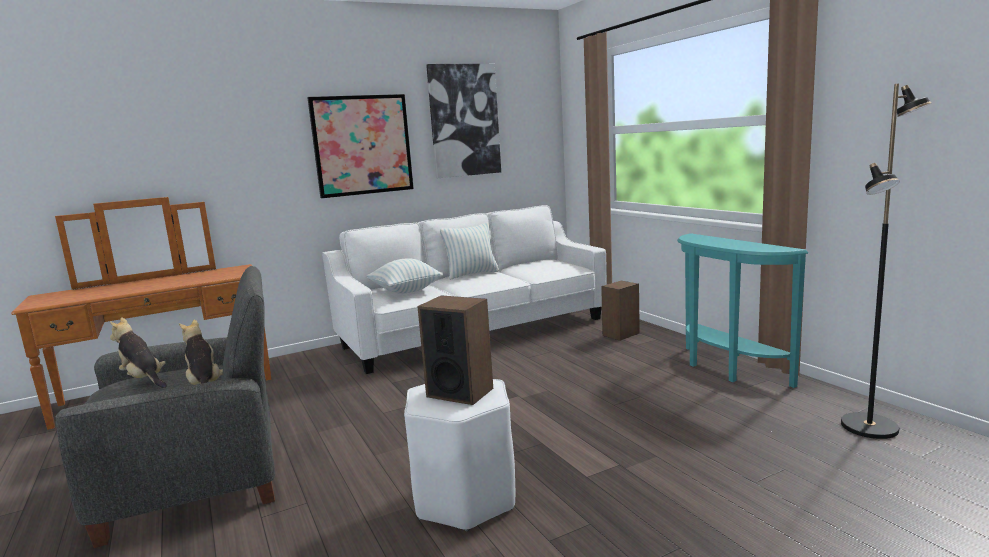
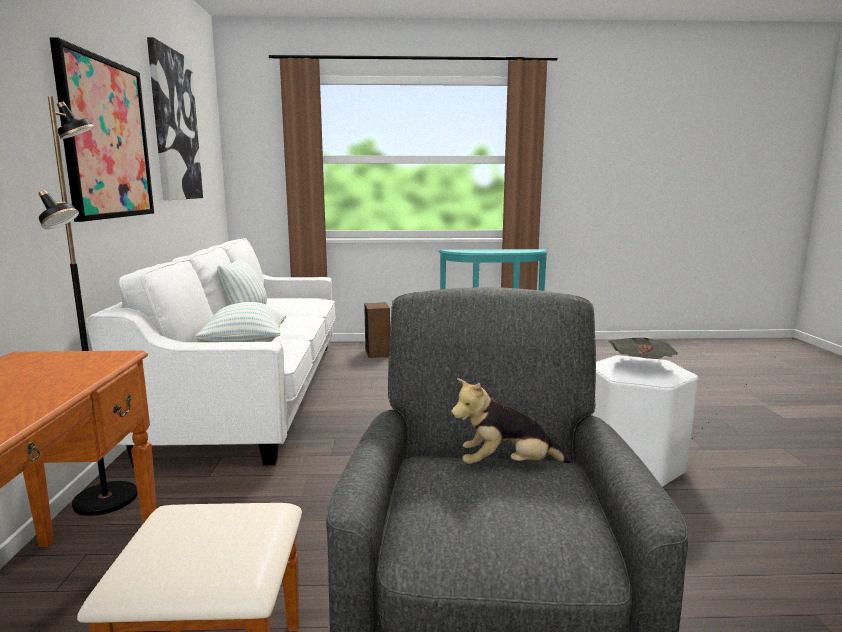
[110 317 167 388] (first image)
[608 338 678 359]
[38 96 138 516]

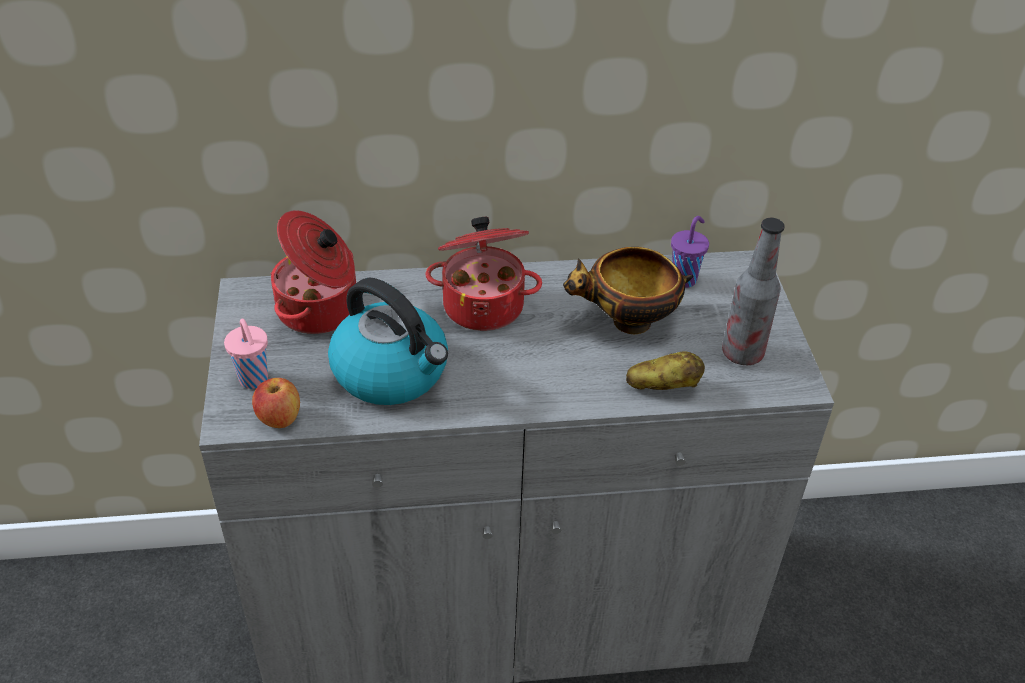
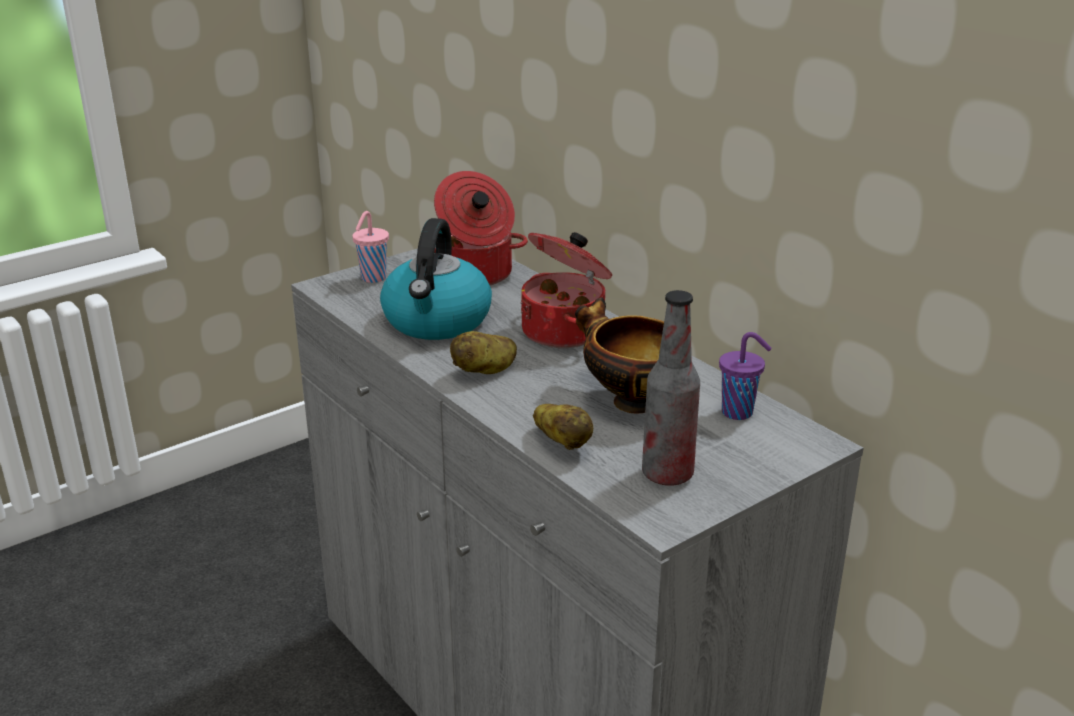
[252 378 300 428] (first image)
[450 331 517 374]

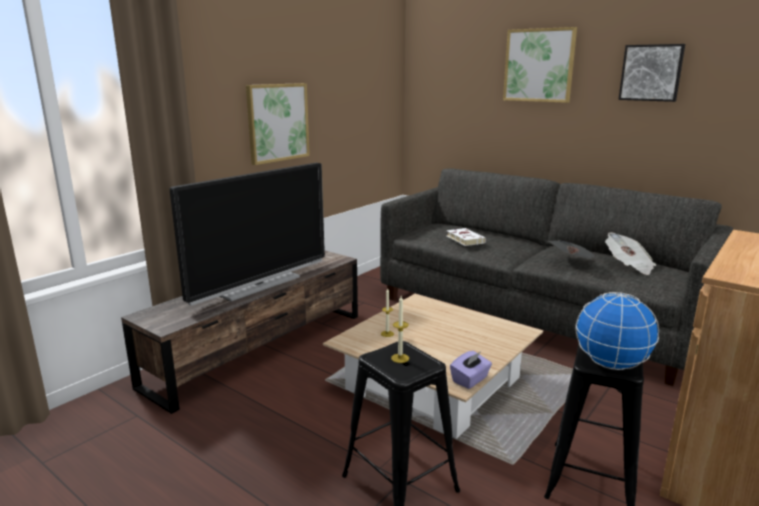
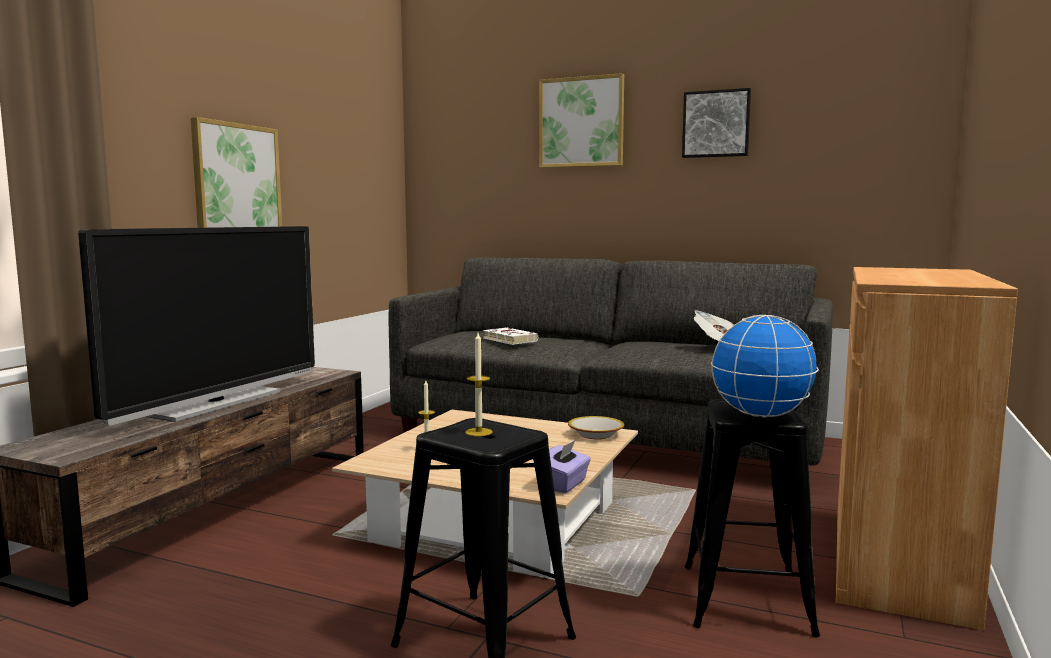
[547 241 596 259] (first image)
[568 416 624 439]

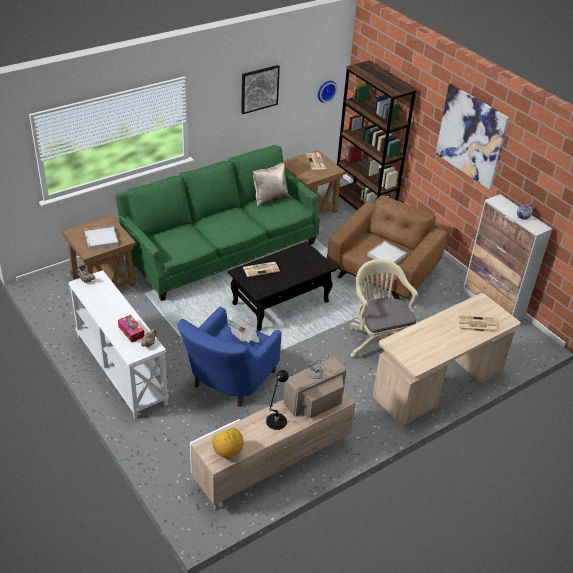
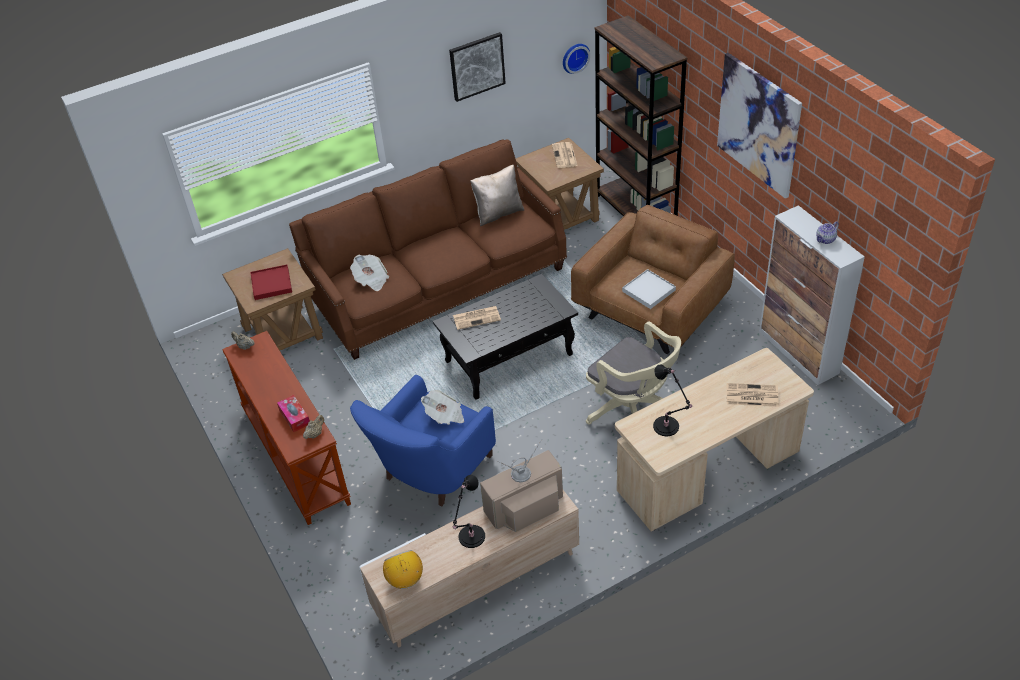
[222 331 351 525]
[250 265 292 300]
[289 139 567 360]
[586 321 681 425]
[350 255 389 291]
[653 365 693 436]

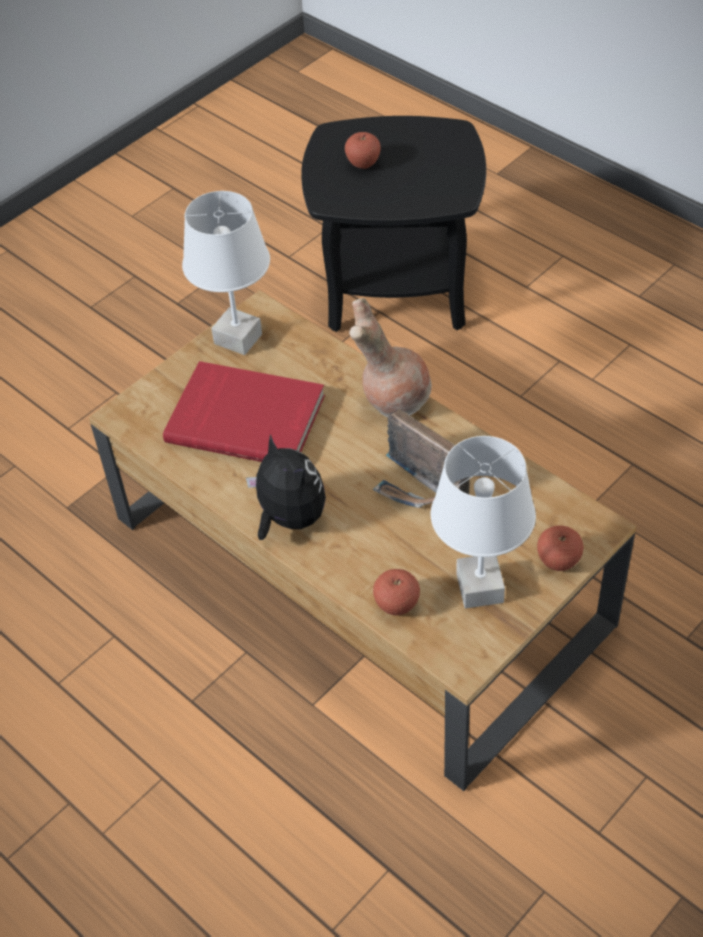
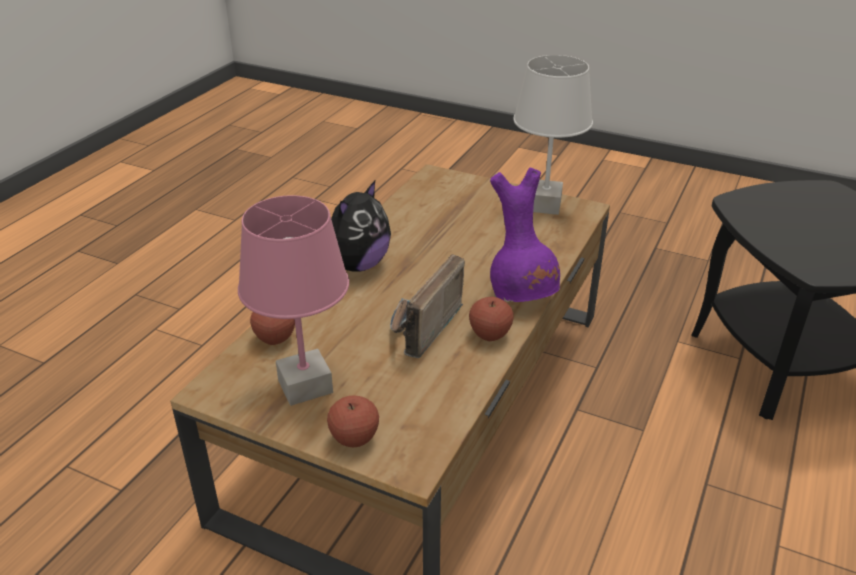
[163 361 325 462] (first image)
[469 297 514 341]
[490 168 560 302]
[238 195 349 406]

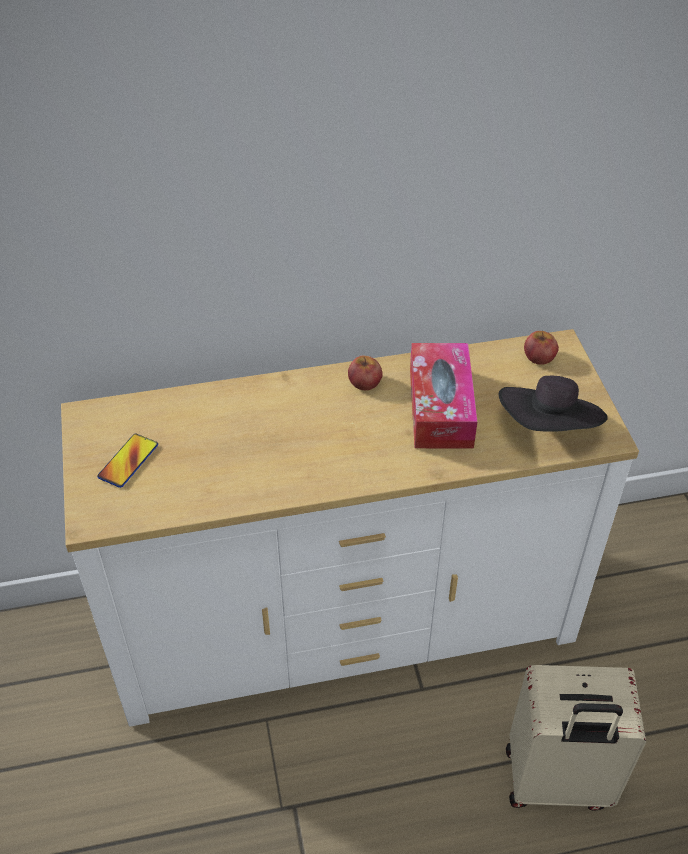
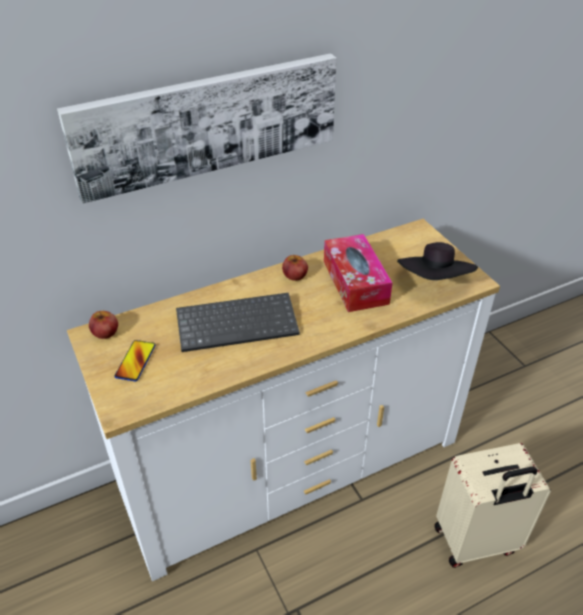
[89 311 118 339]
[57 54 336 204]
[176 293 300 352]

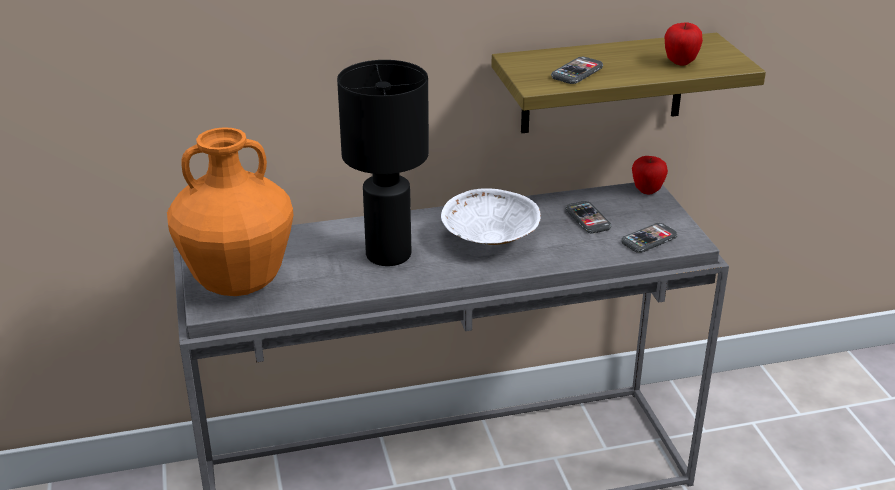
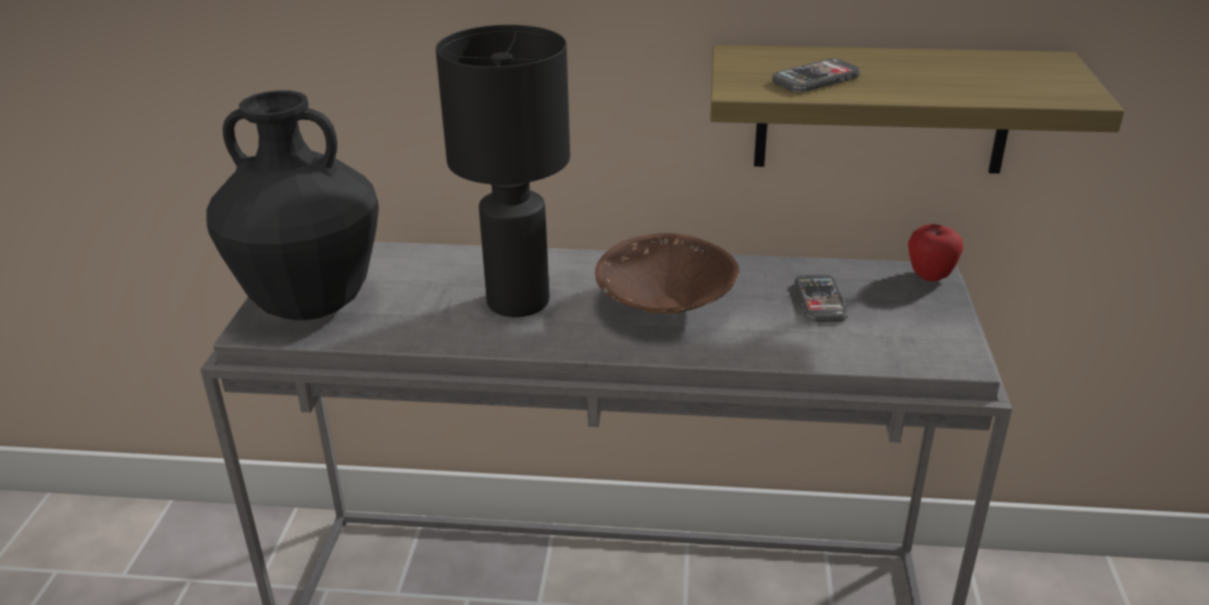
[206 90 379 320]
[595 233 739 314]
[621 223 677 253] (first image)
[665 22 703 66] (first image)

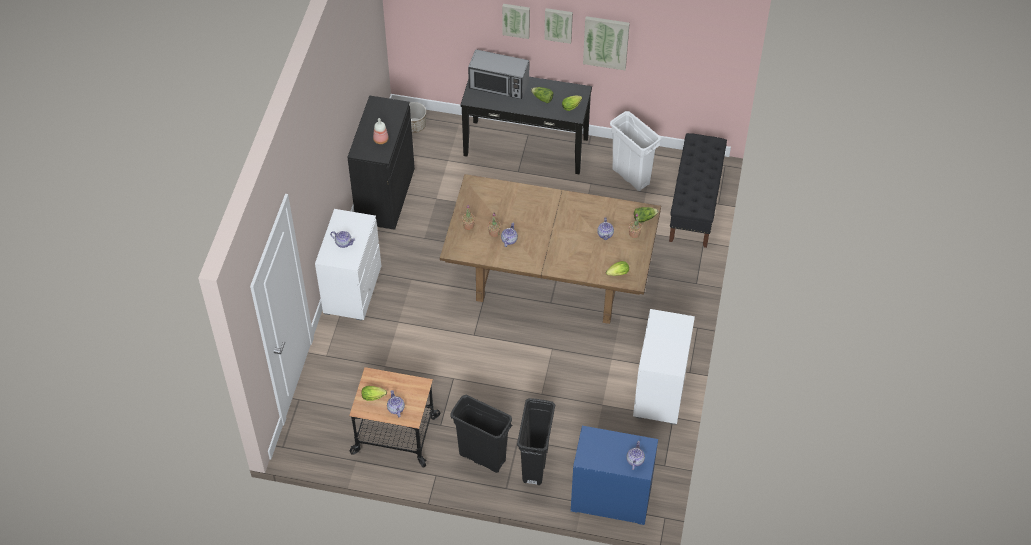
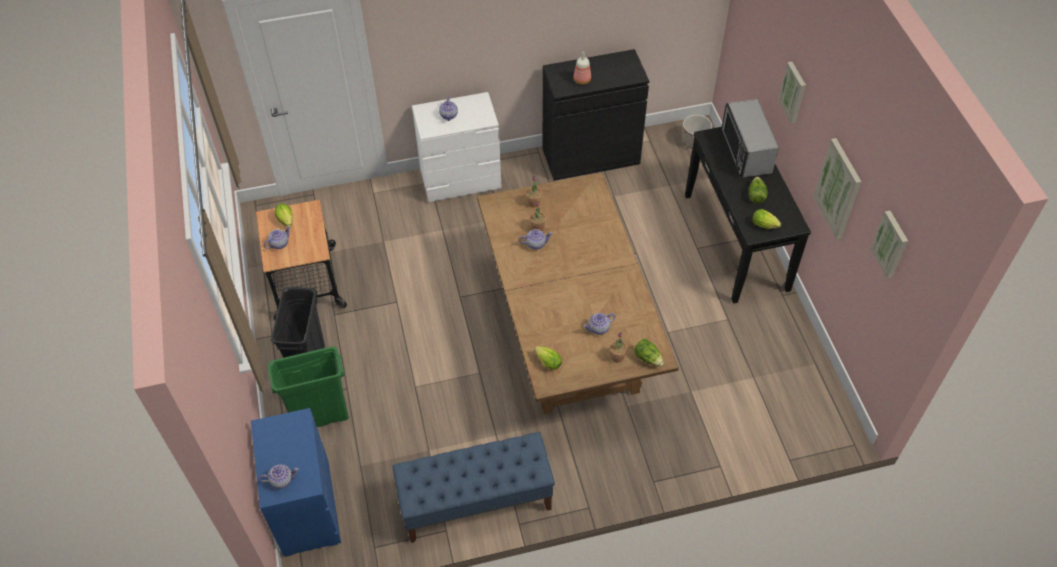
[268 346 349 427]
[870 211 908 278]
[610 111 661 191] (first image)
[392 432 555 543]
[669 133 727 248] (first image)

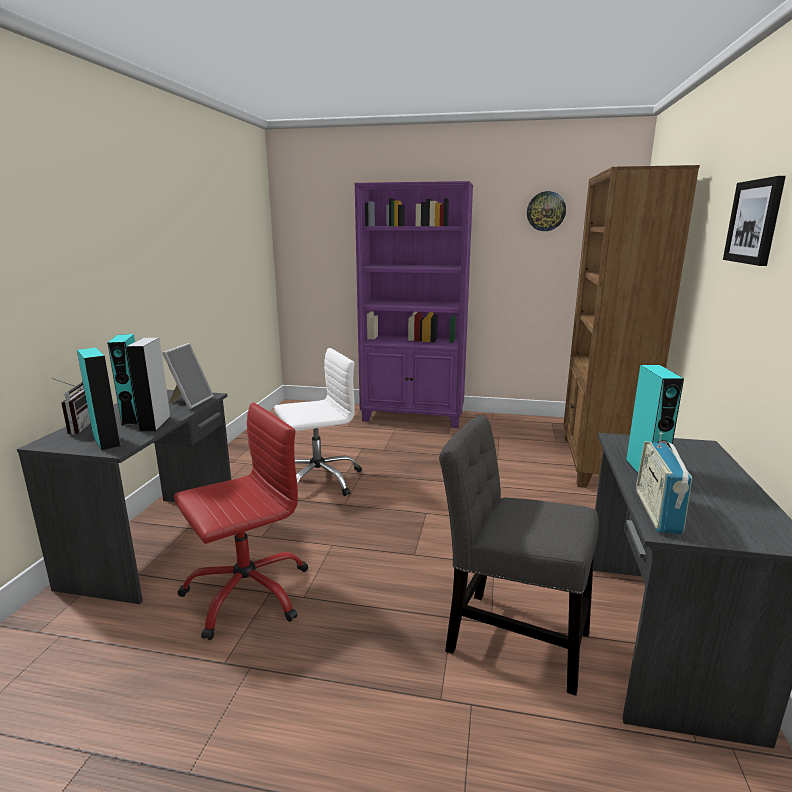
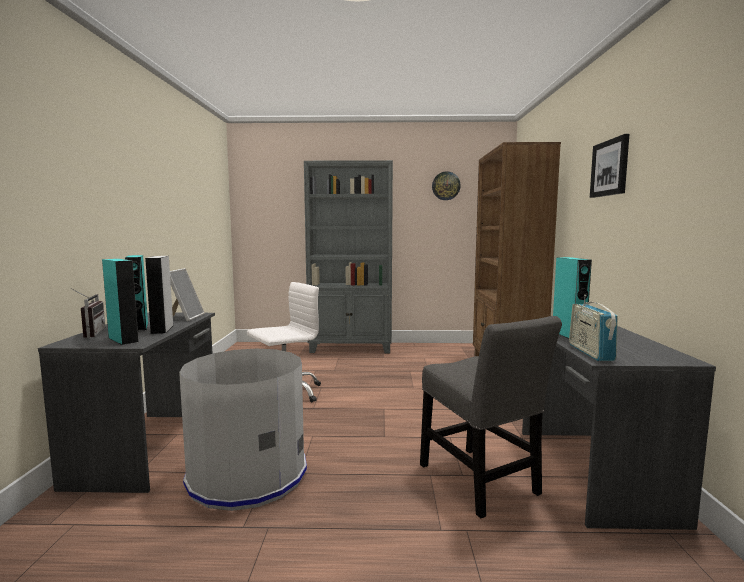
[179 349 307 511]
[304 160 393 354]
[420 316 562 519]

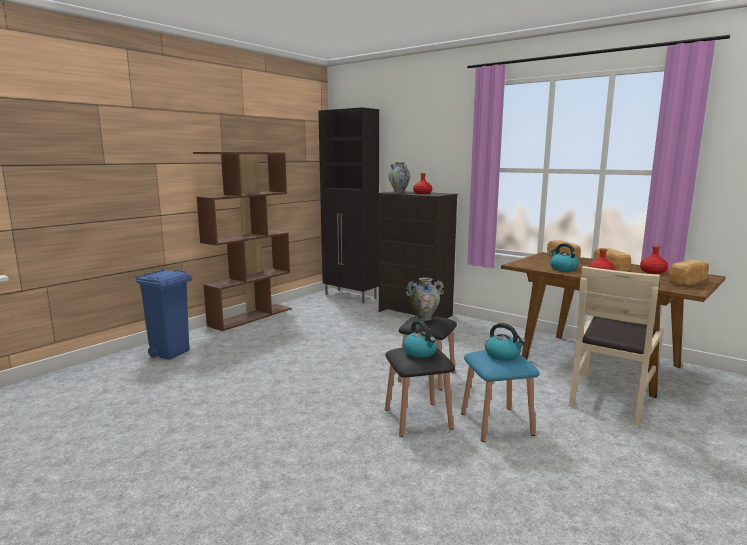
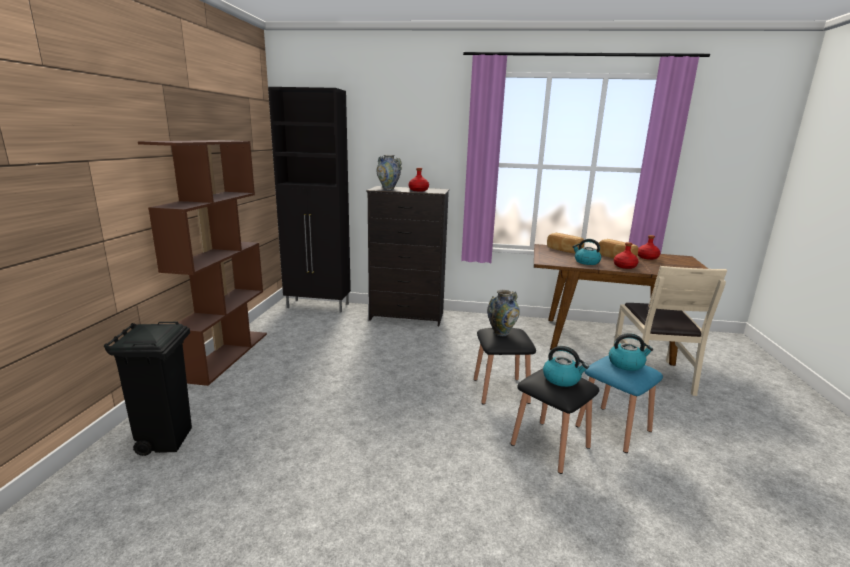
[104 322 192 456]
[668 260 709 285] (first image)

